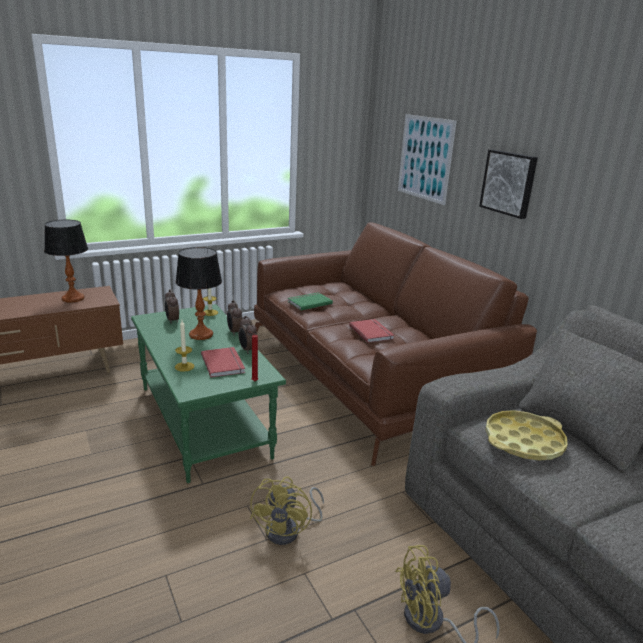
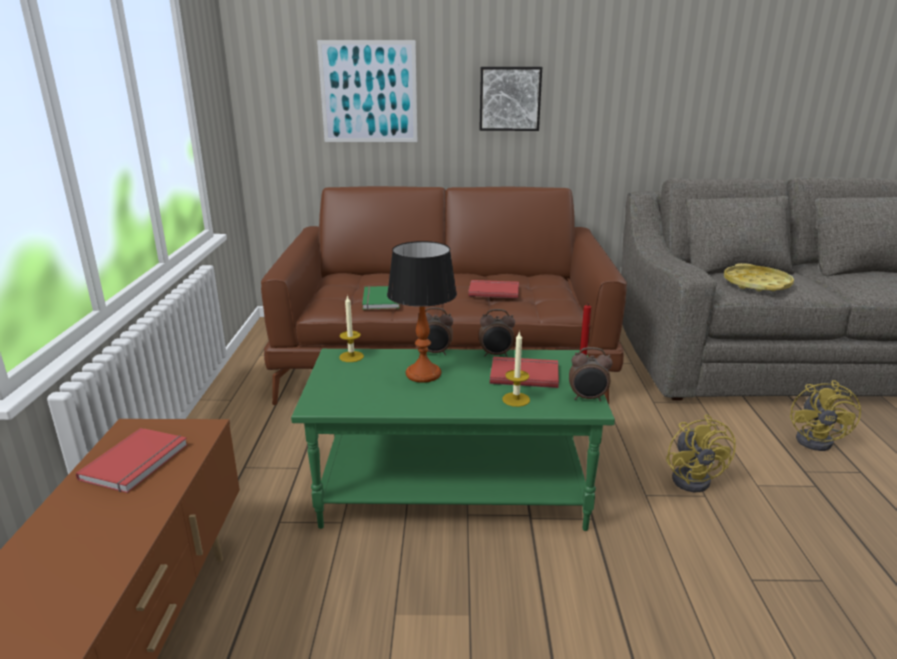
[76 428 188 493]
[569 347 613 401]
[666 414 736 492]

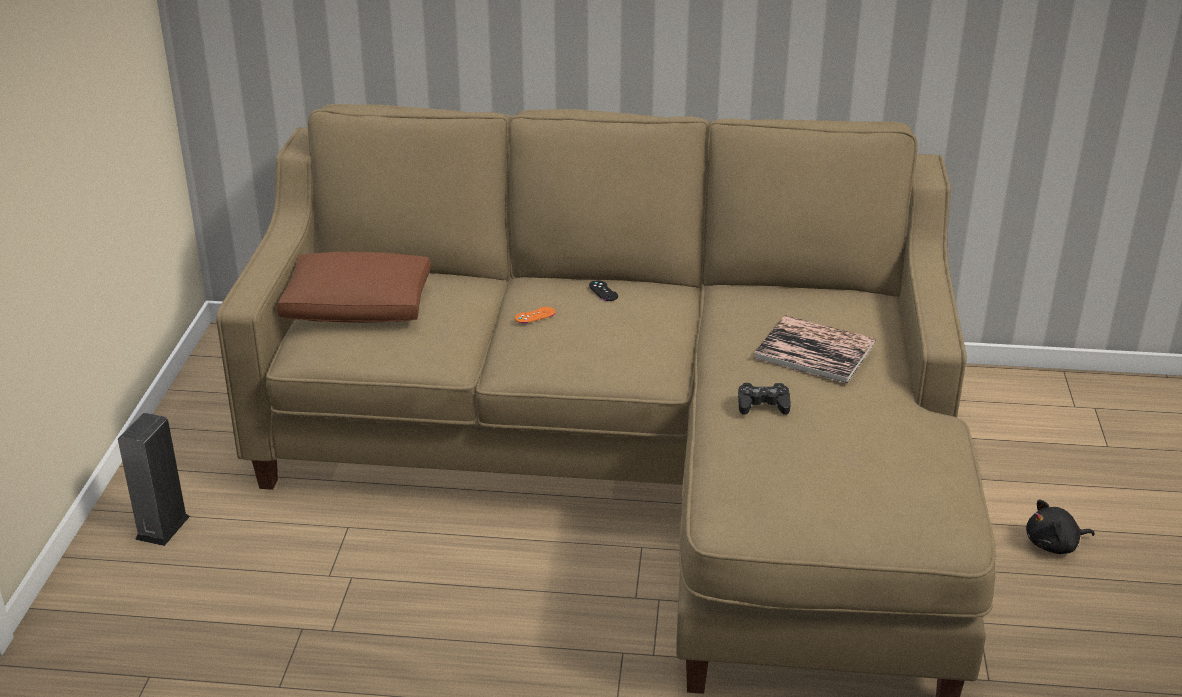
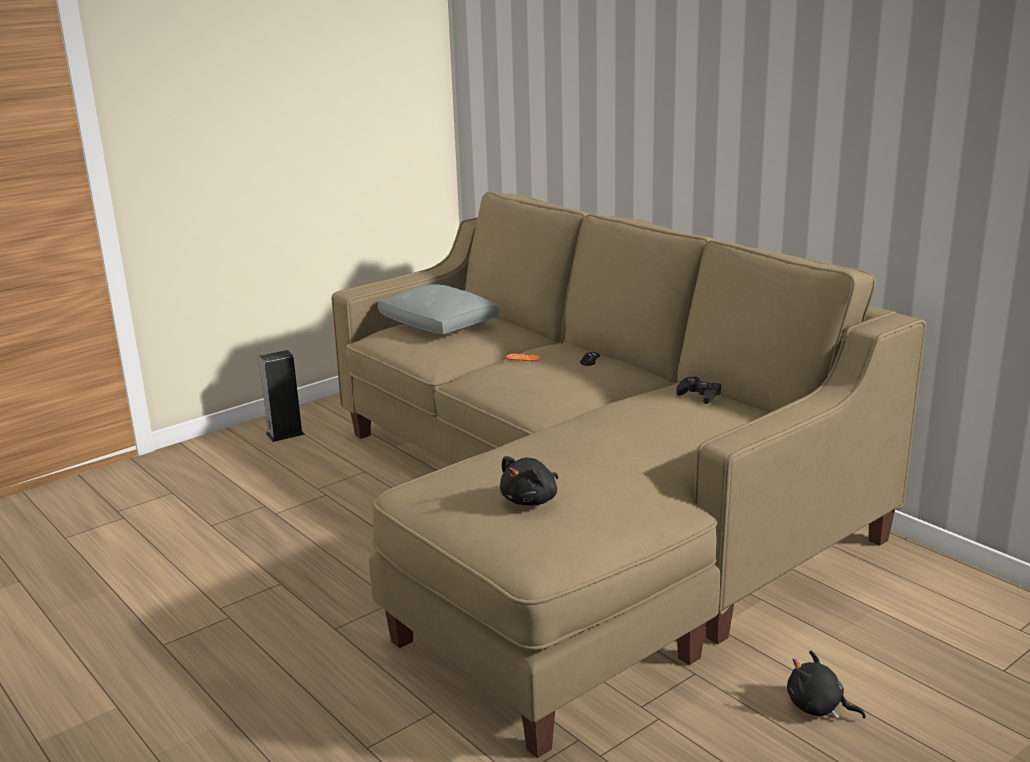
[378 284 499 334]
[676 377 721 404]
[754 315 876 384] (first image)
[500 456 558 506]

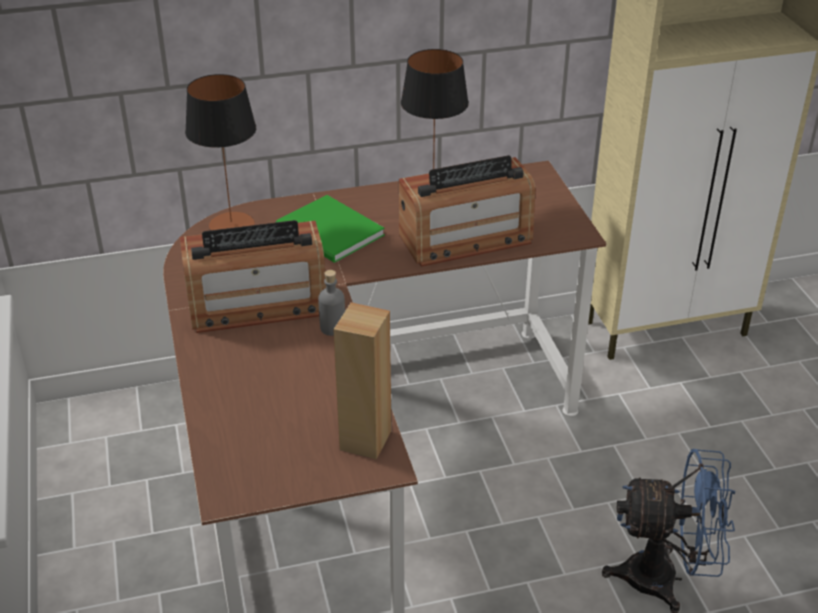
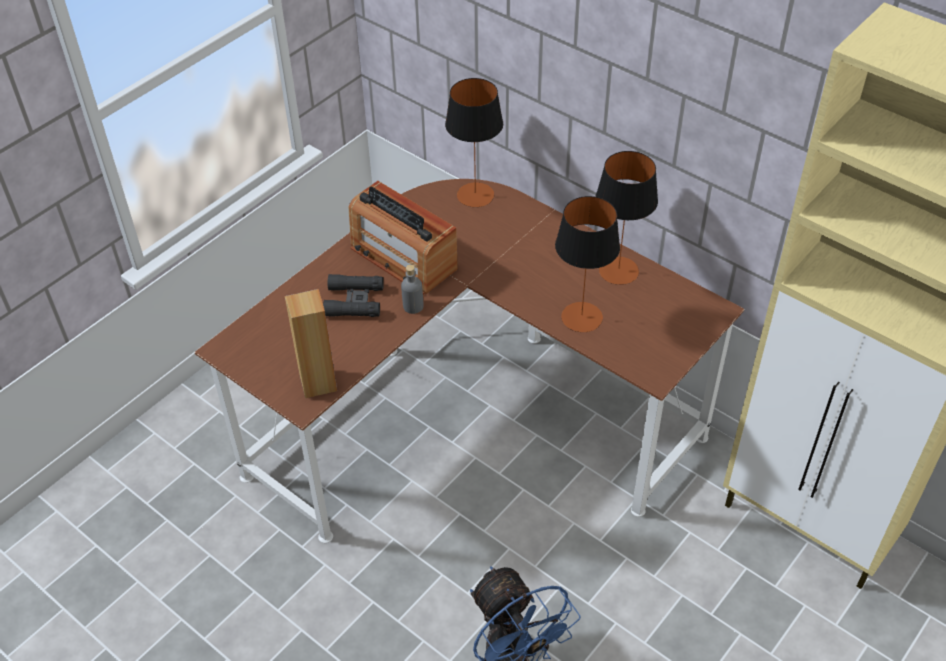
[276 195 385 263] (first image)
[555 196 620 332]
[323 274 384 317]

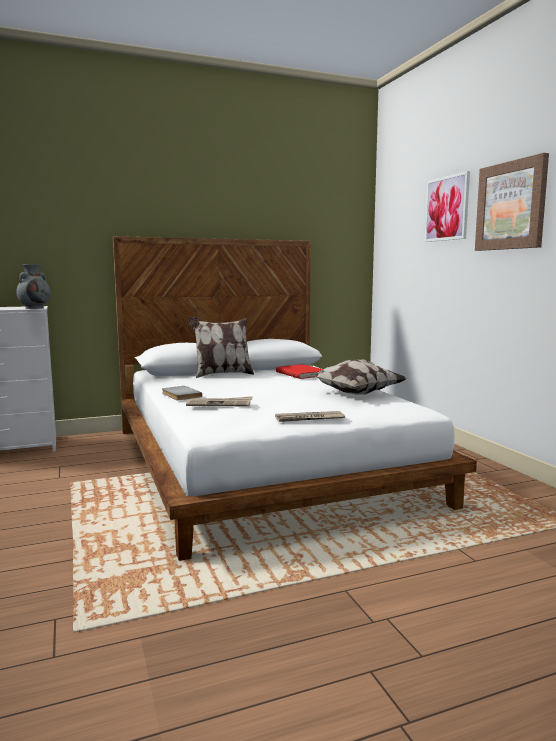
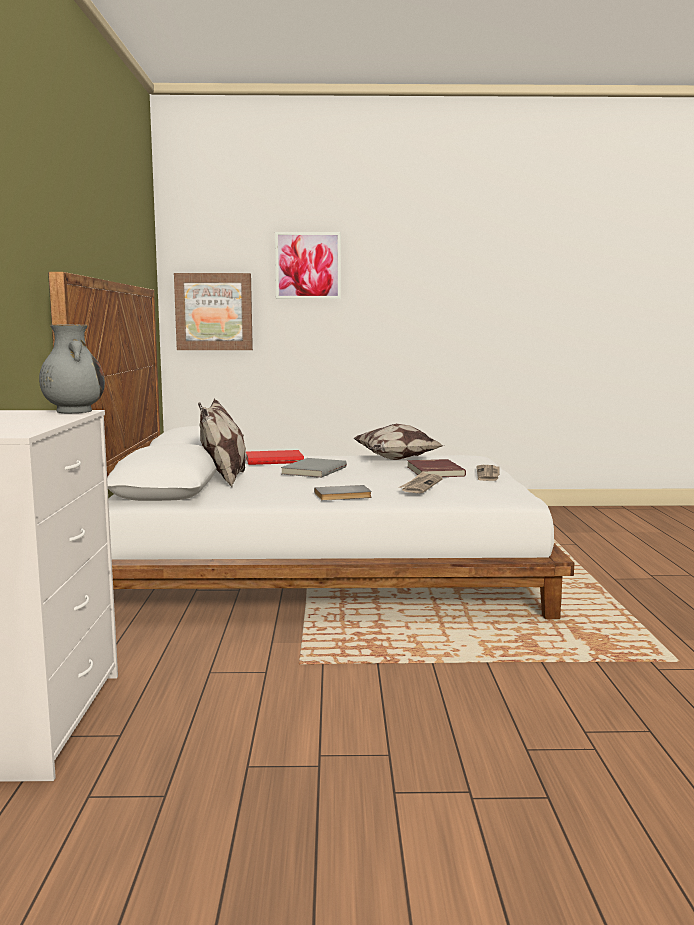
[174 273 253 350]
[281 458 347 478]
[407 459 466 477]

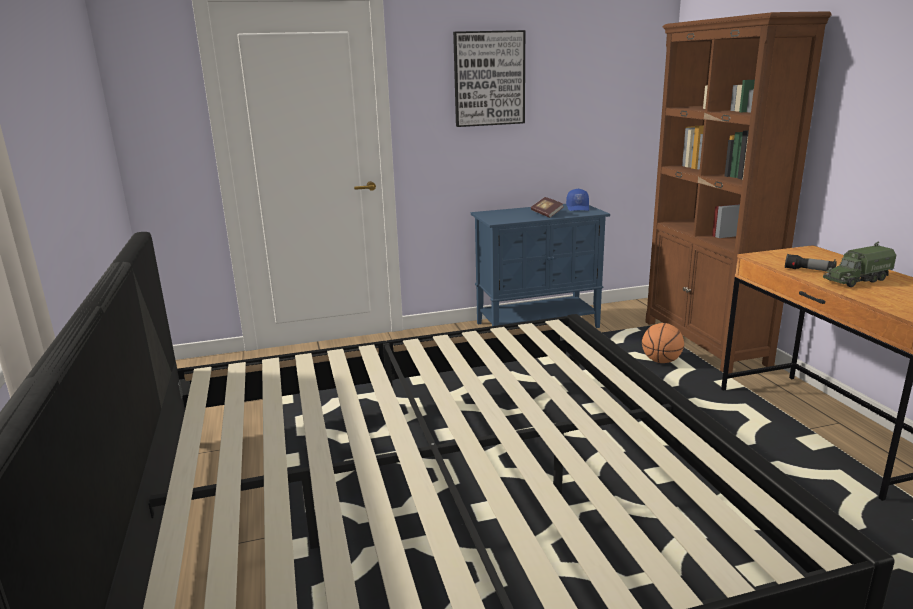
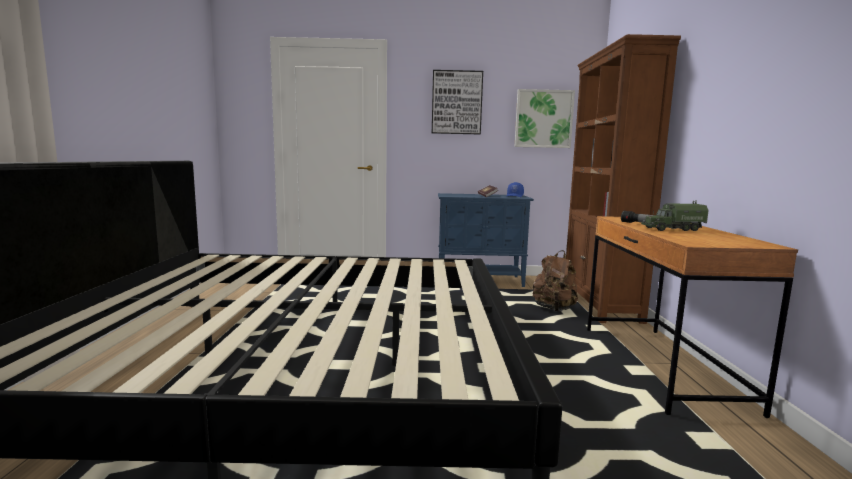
[532 250 578 311]
[515 89 575 148]

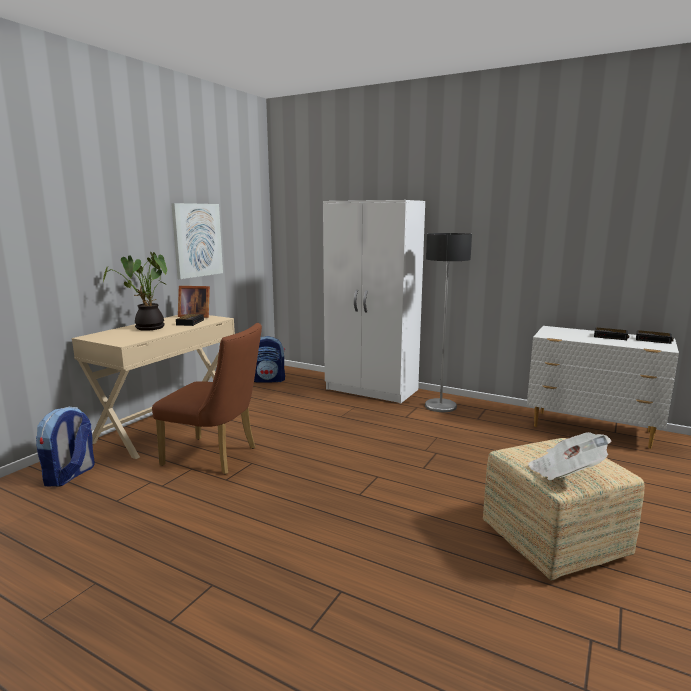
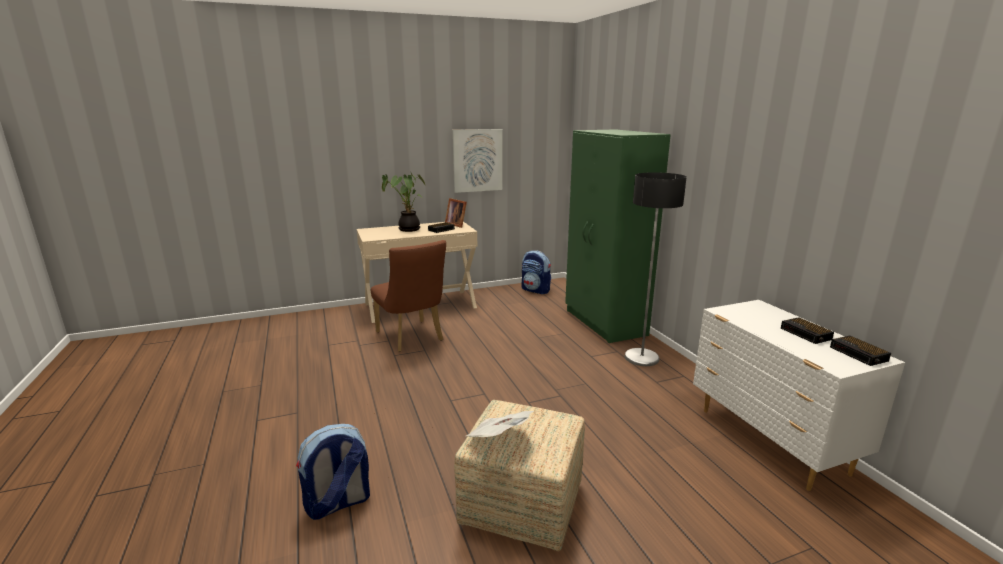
[296 424 370 520]
[565 129 671 343]

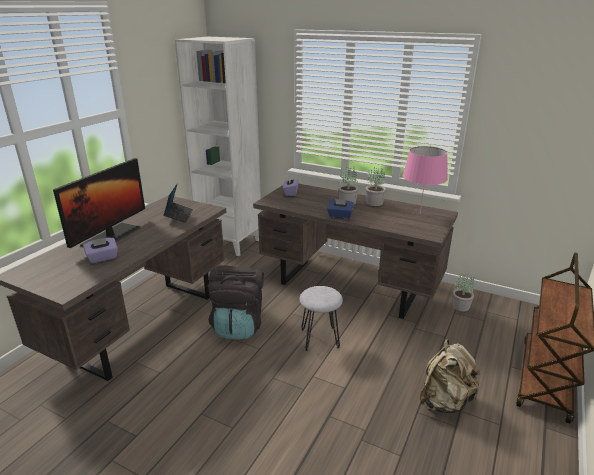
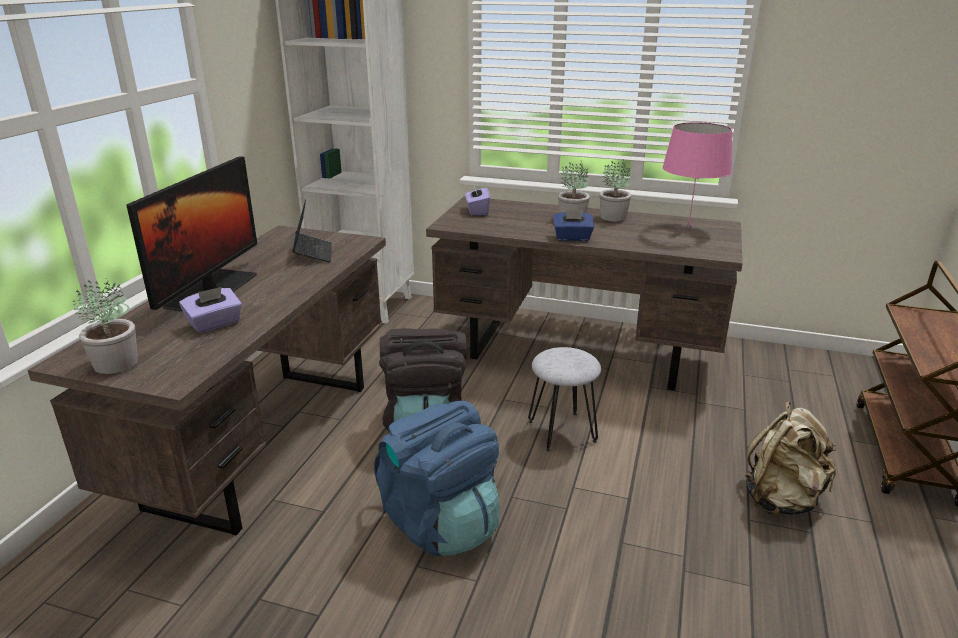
[73 278 138 374]
[374 401 500 556]

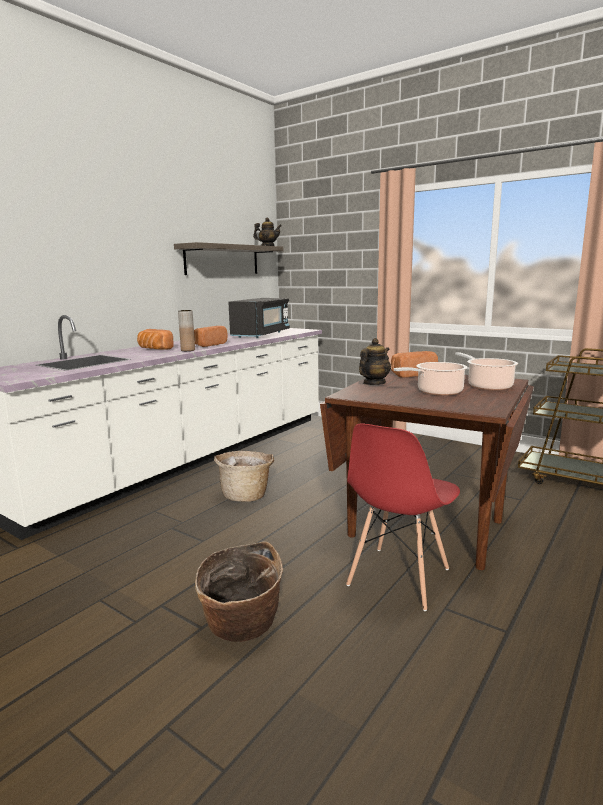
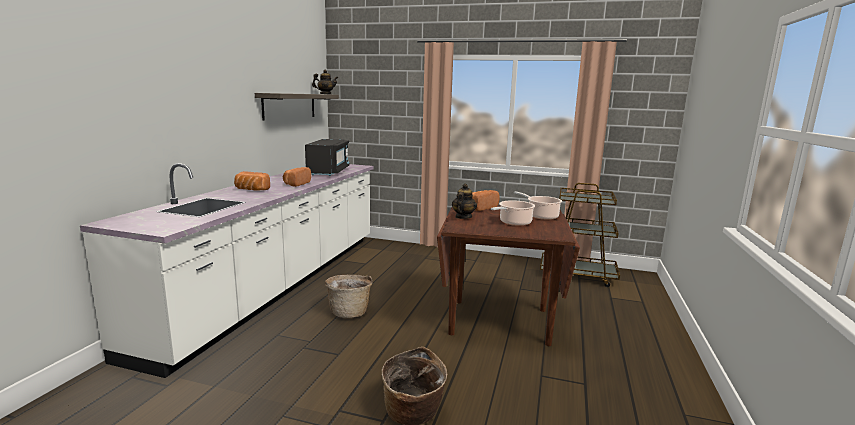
[178 310 195 351] (first image)
[346 423 460 611] (first image)

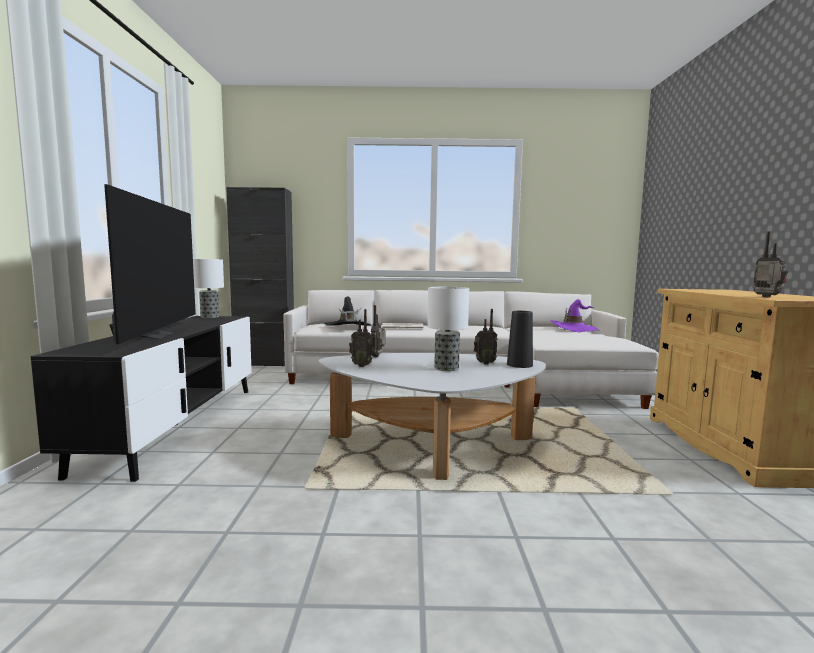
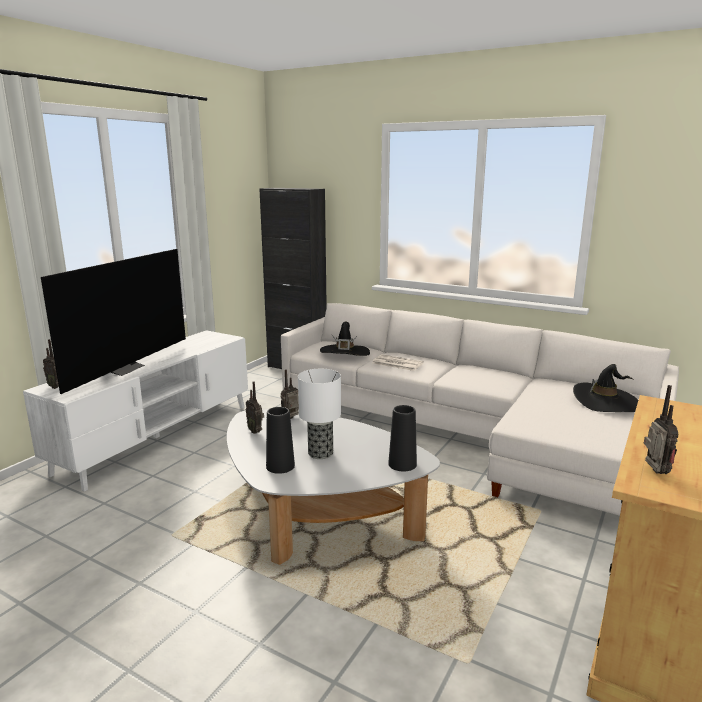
[23 330 248 492]
[193 259 224 318] (first image)
[43 339 59 389]
[573 364 638 412]
[266 407 295 474]

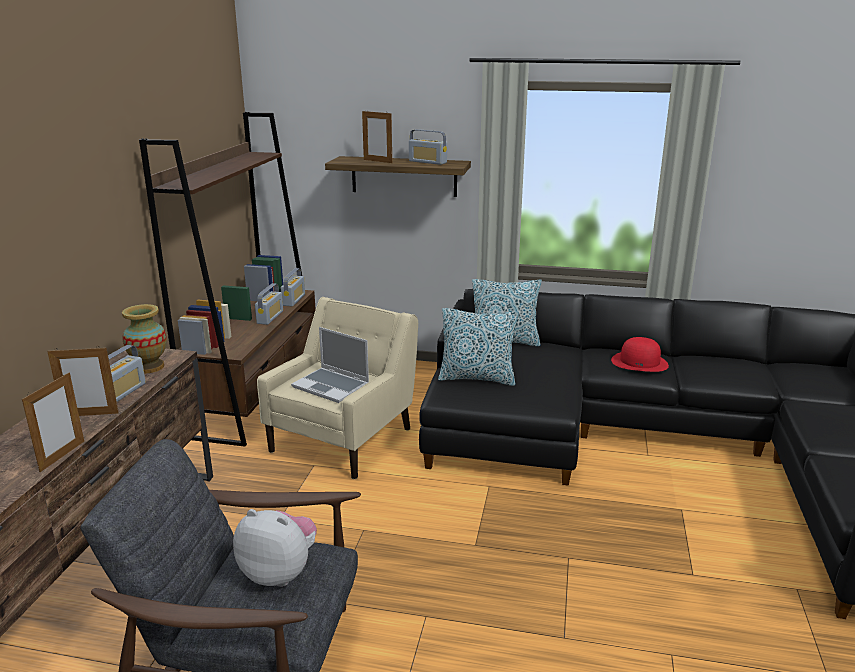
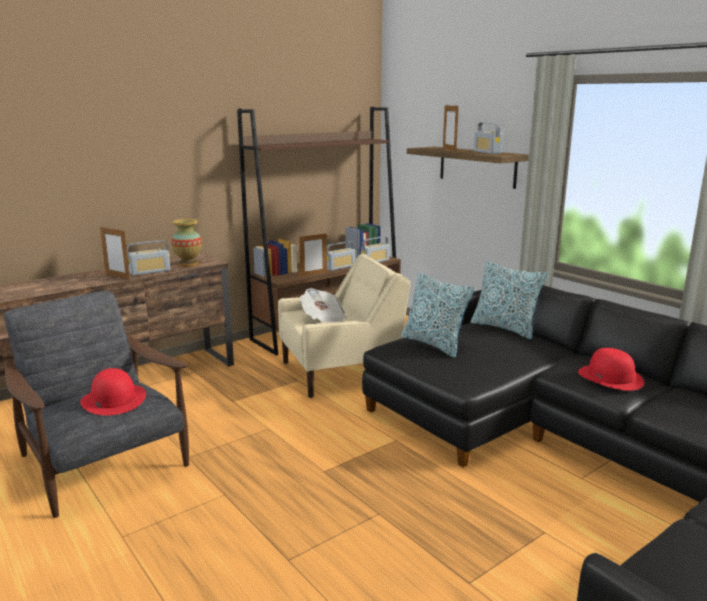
[299 232 327 277]
[80 368 146 415]
[300 288 347 323]

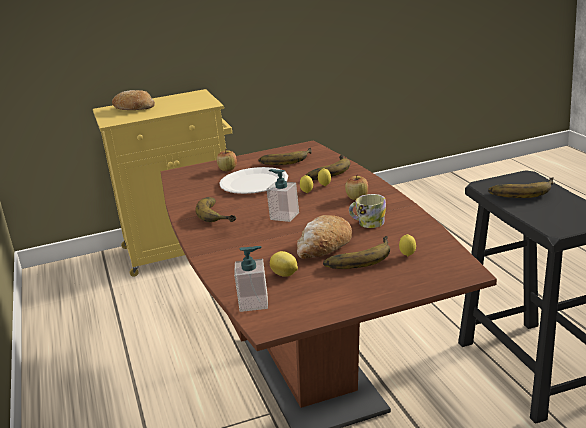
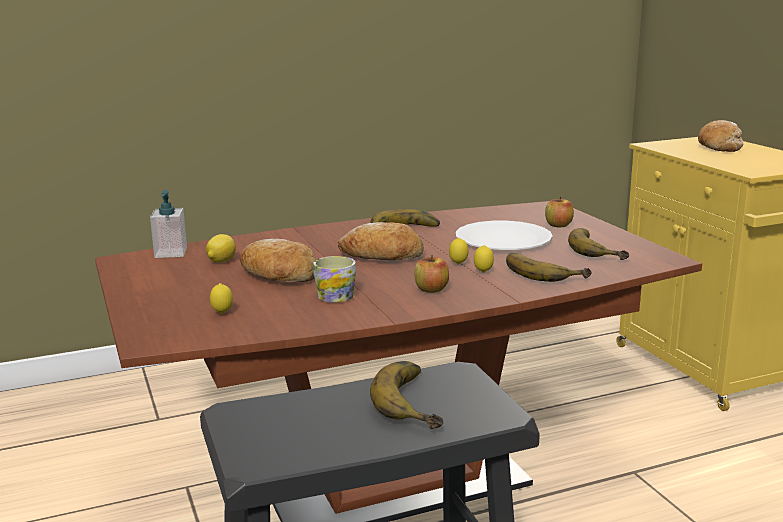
[338 222 424 260]
[323 236 390 269] (first image)

